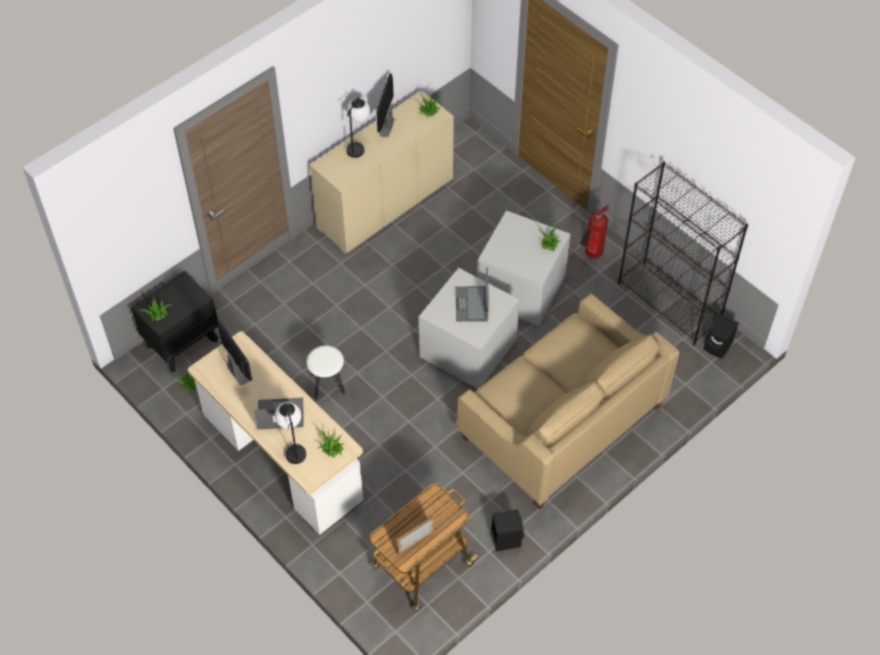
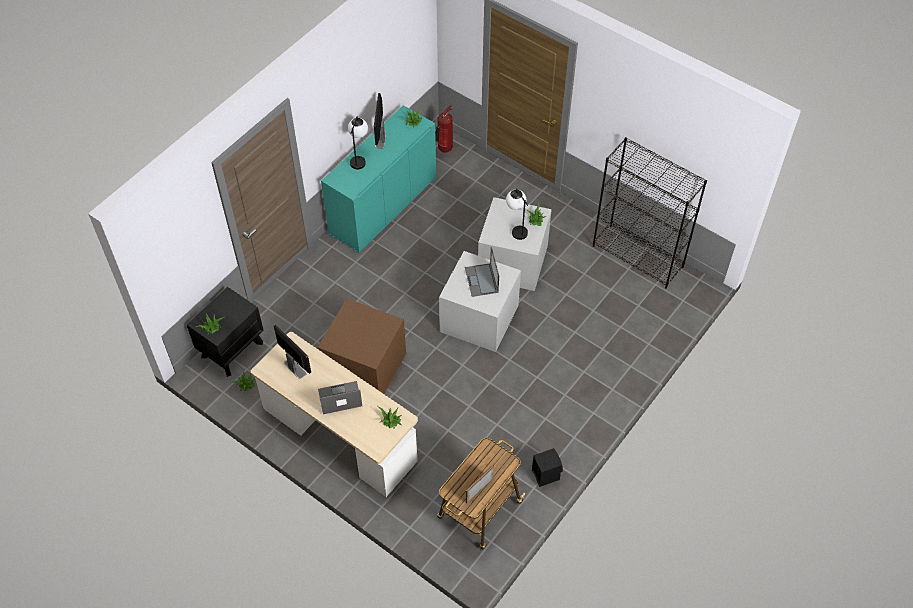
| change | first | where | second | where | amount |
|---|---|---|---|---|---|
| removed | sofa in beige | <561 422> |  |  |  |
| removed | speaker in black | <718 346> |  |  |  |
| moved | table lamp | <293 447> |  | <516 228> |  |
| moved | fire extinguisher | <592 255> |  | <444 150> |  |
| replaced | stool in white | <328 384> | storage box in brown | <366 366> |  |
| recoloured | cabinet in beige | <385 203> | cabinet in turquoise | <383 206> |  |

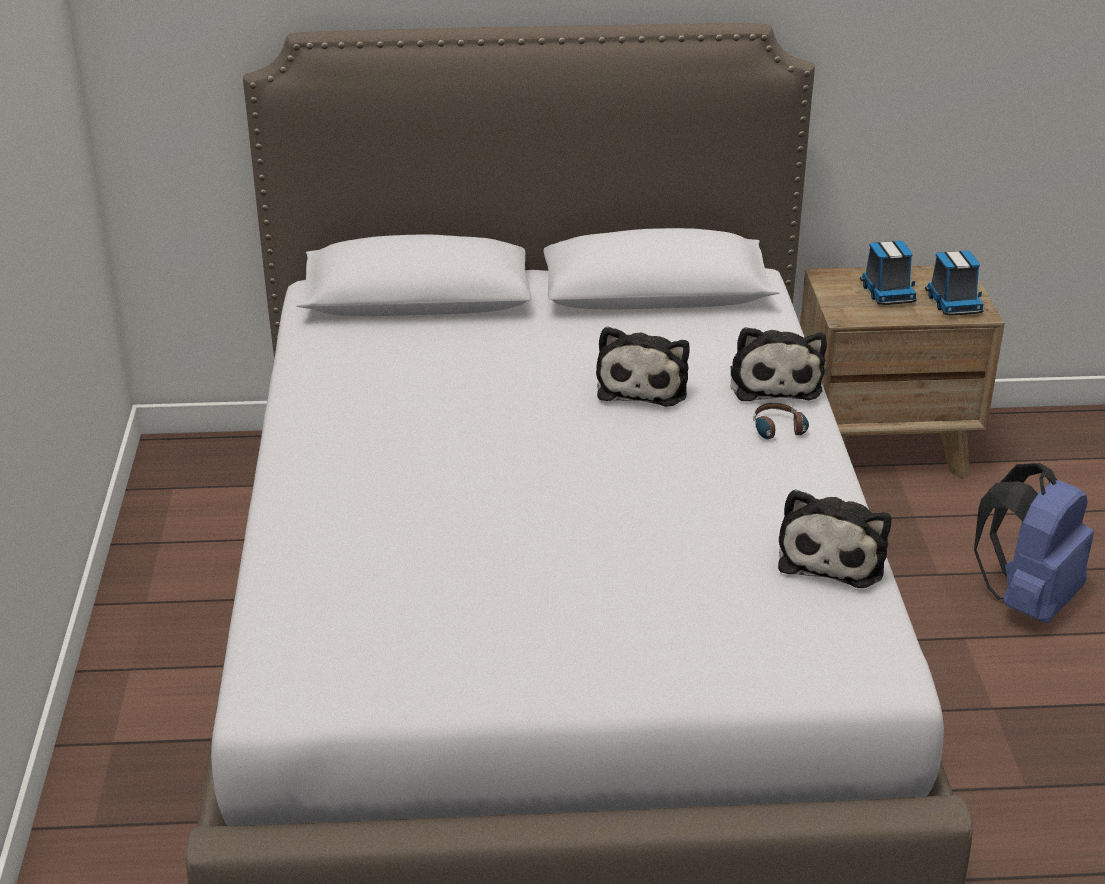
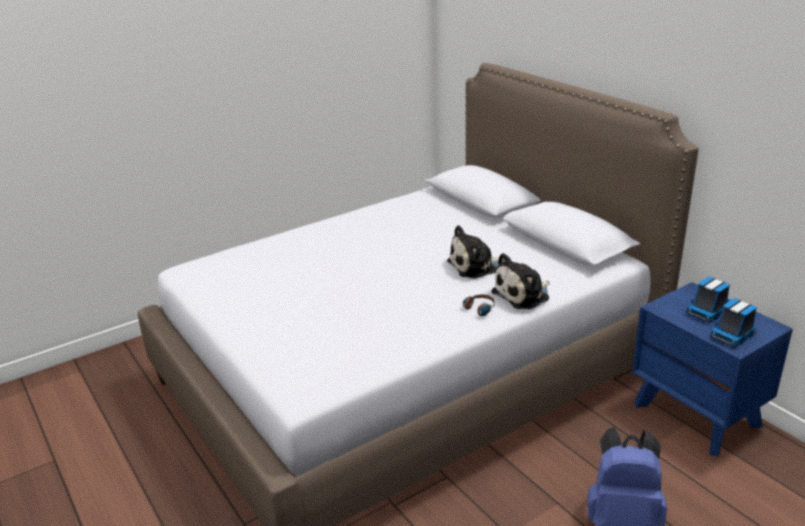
| change | first | where | second | where | amount |
|---|---|---|---|---|---|
| removed | plush toy | <833 555> |  |  |  |
| recoloured | nightstand in brown | <883 448> | nightstand in blue | <697 414> |  |

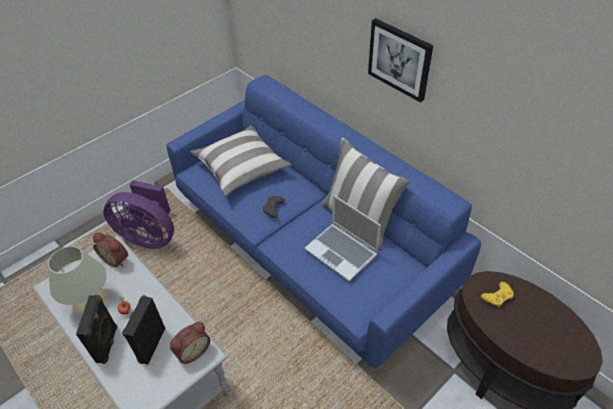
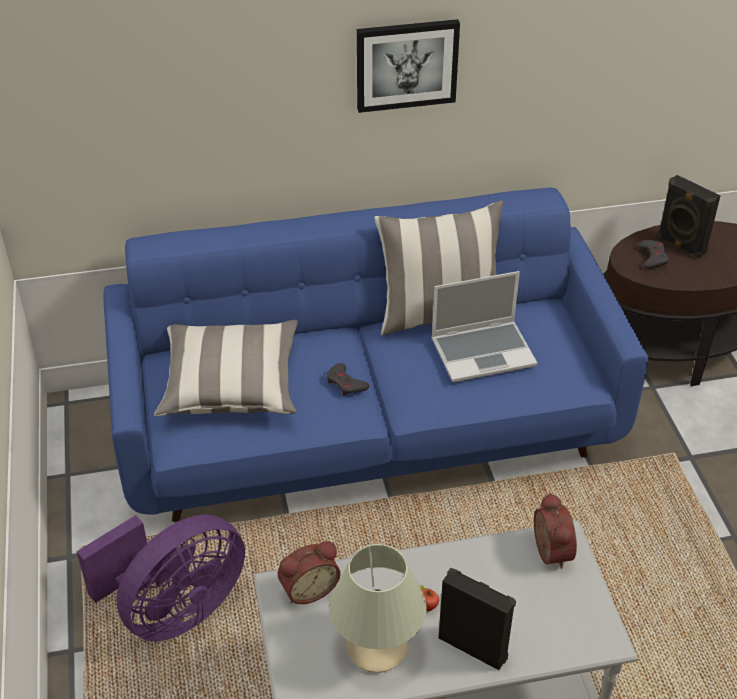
| change | first | where | second | where | amount |
|---|---|---|---|---|---|
| moved | speaker in black | <150 344> |  | <680 246> |  |
| recoloured | game controller in yellow | <497 296> | game controller in grey | <652 257> |  |

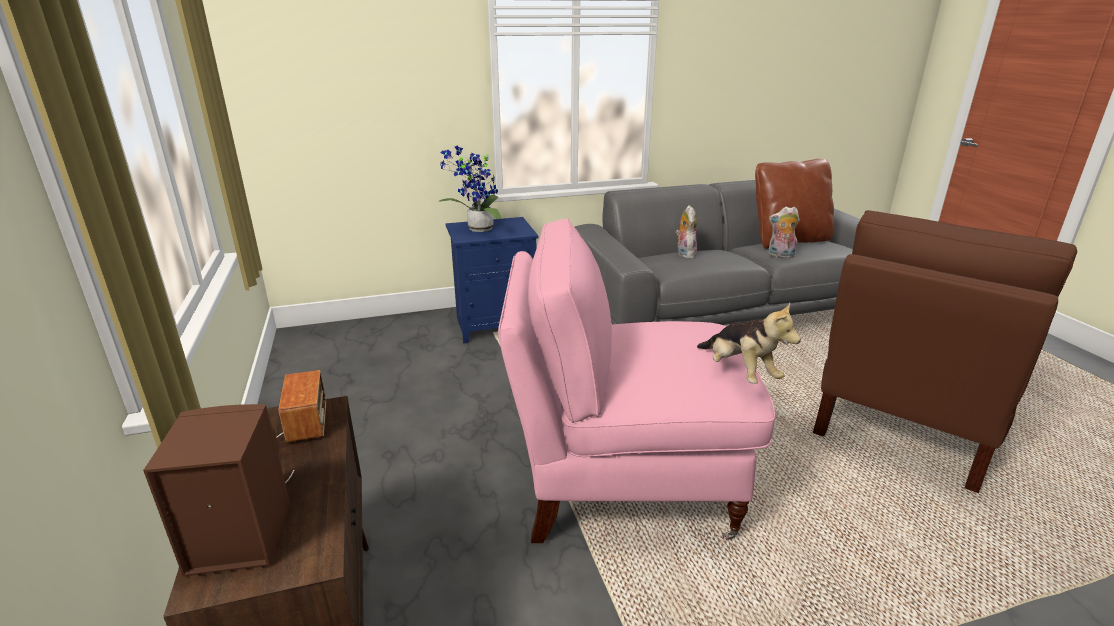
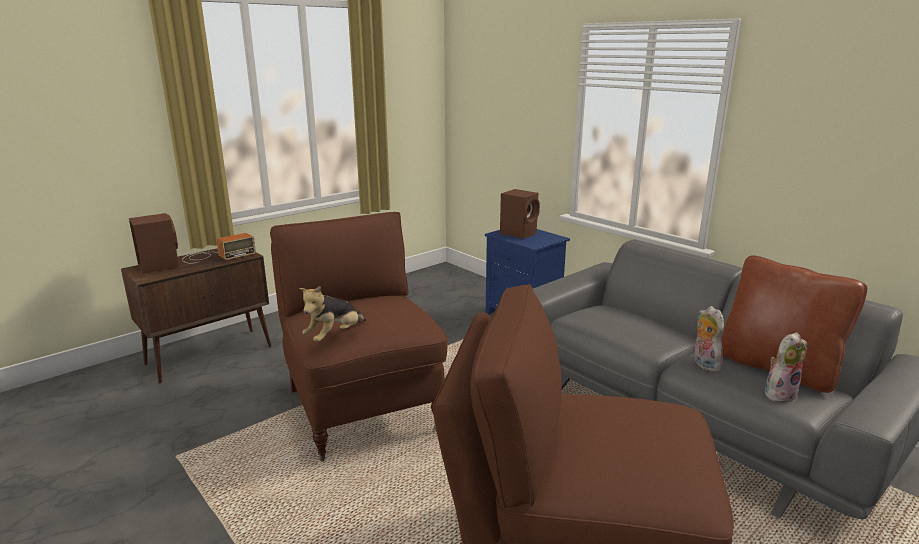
| change | first | where | second | where | amount |
|---|---|---|---|---|---|
| moved | plush toy | <684 254> |  | <779 393> |  |
| replaced | potted plant | <477 230> | speaker in brown | <519 233> |  |
| recoloured | armchair in pink | <622 482> | armchair in brown | <362 407> |  |

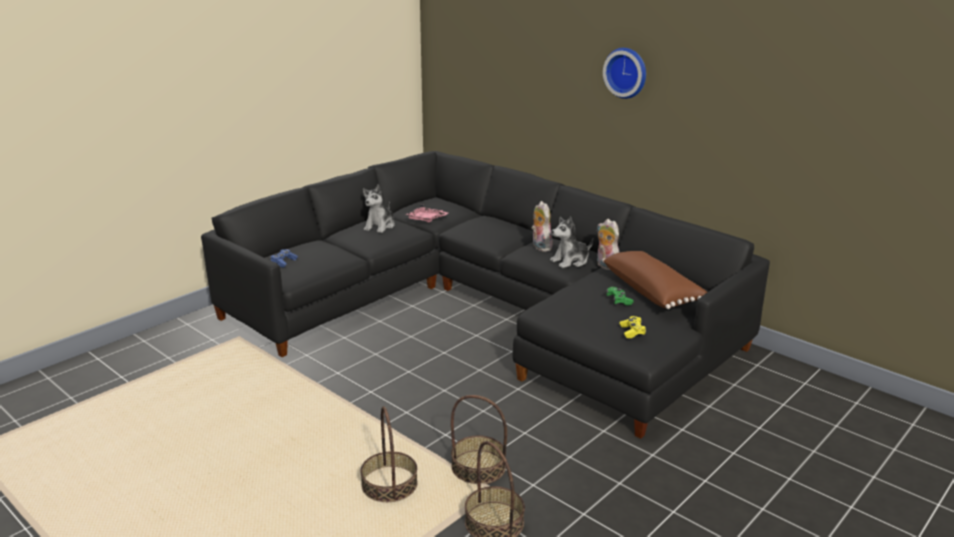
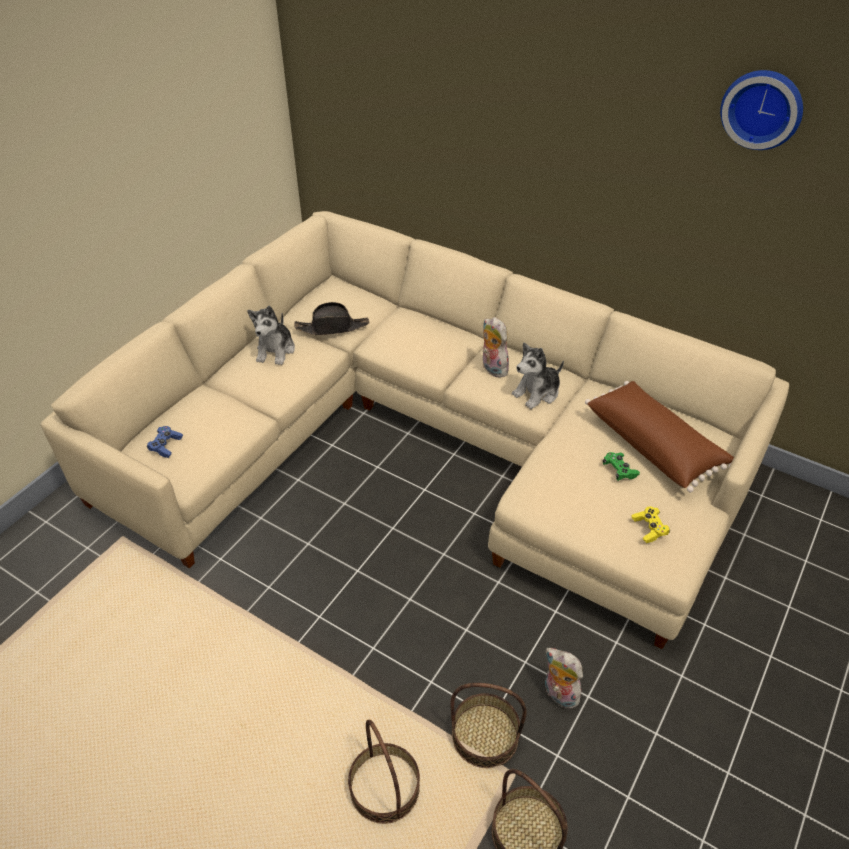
| change | first | where | second | where | amount |
|---|---|---|---|---|---|
| moved | plush toy | <605 266> |  | <558 694> |  |
| moved | wall clock | <626 72> |  | <762 108> |  |
| replaced | tray in pink | <426 219> | hat in black | <332 327> |  |
| recoloured | sofa in black | <487 311> | sofa in beige | <427 442> |  |

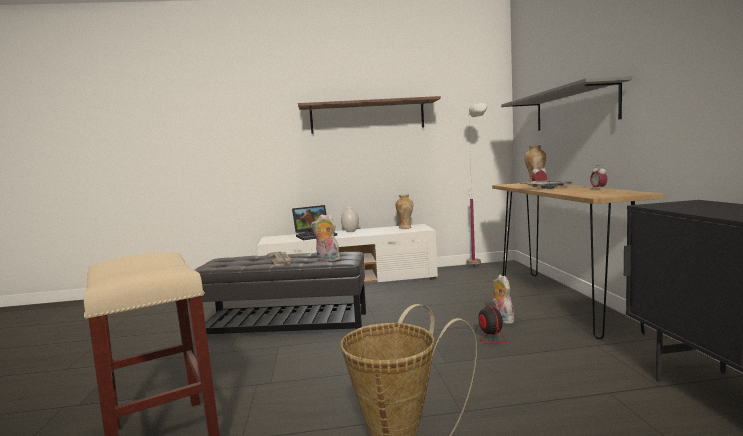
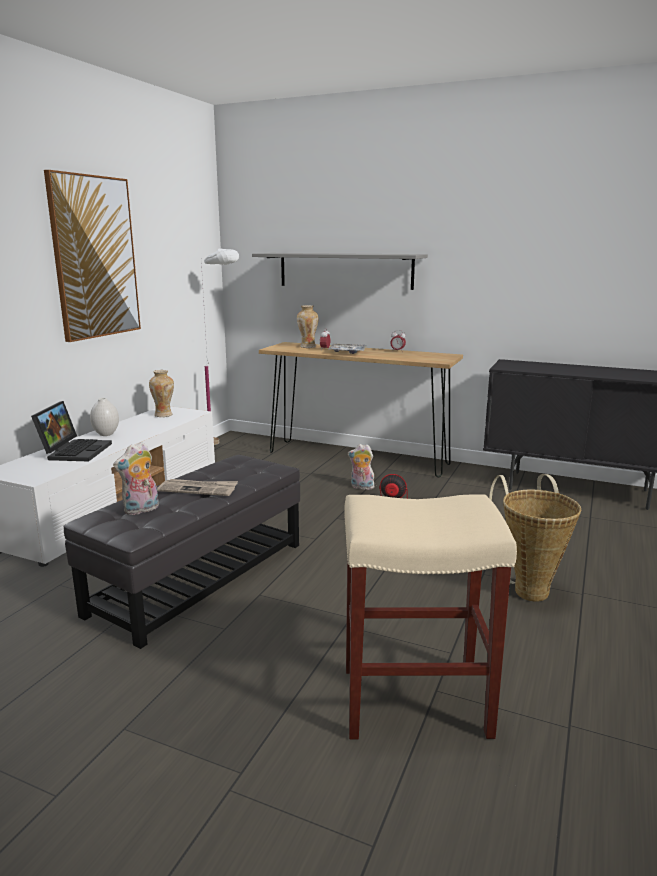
| change | first | where | second | where | amount |
|---|---|---|---|---|---|
| moved | plush toy | <327 260> |  | <141 510> |  |
| replaced | shelf in brown | <367 117> | picture | <94 257> |  |

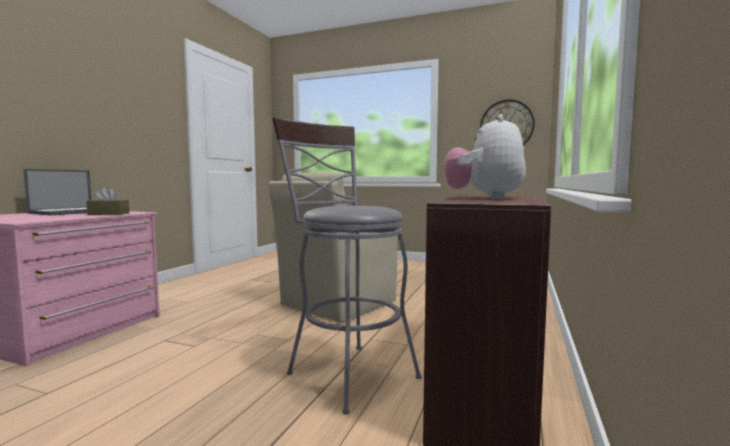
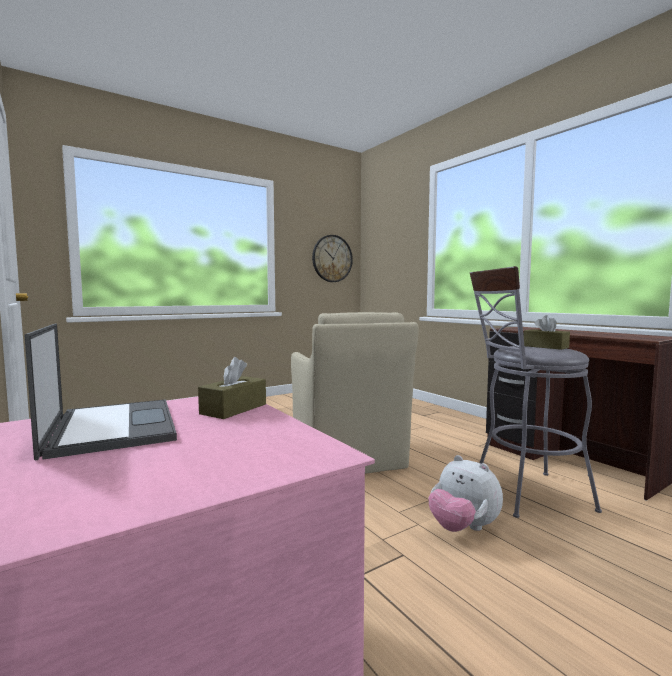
| change | first | where | second | where | amount |
|---|---|---|---|---|---|
| added |  |  | tissue box in brown | <545 347> |  |
| moved | plush toy | <484 198> |  | <463 528> |  |

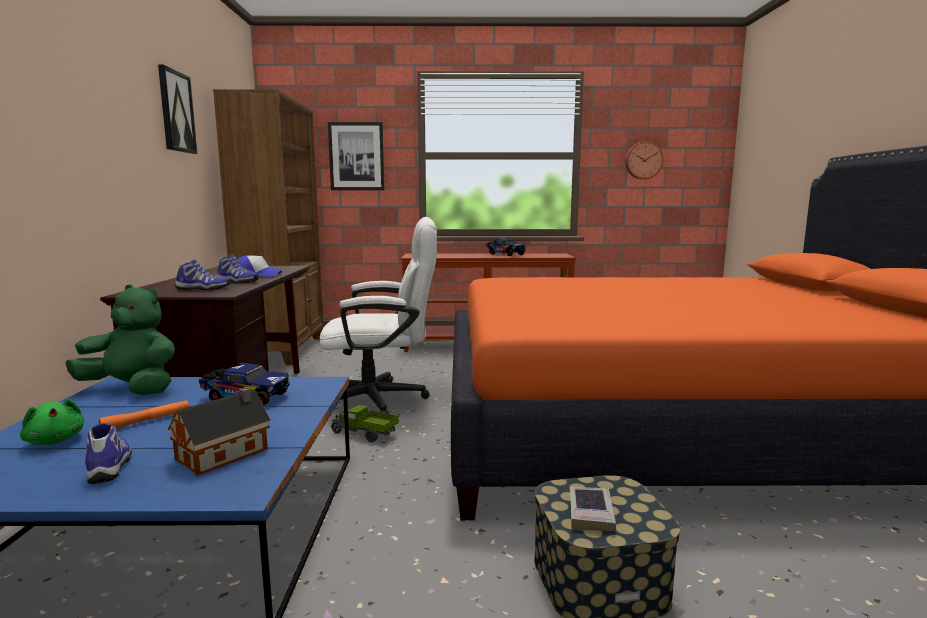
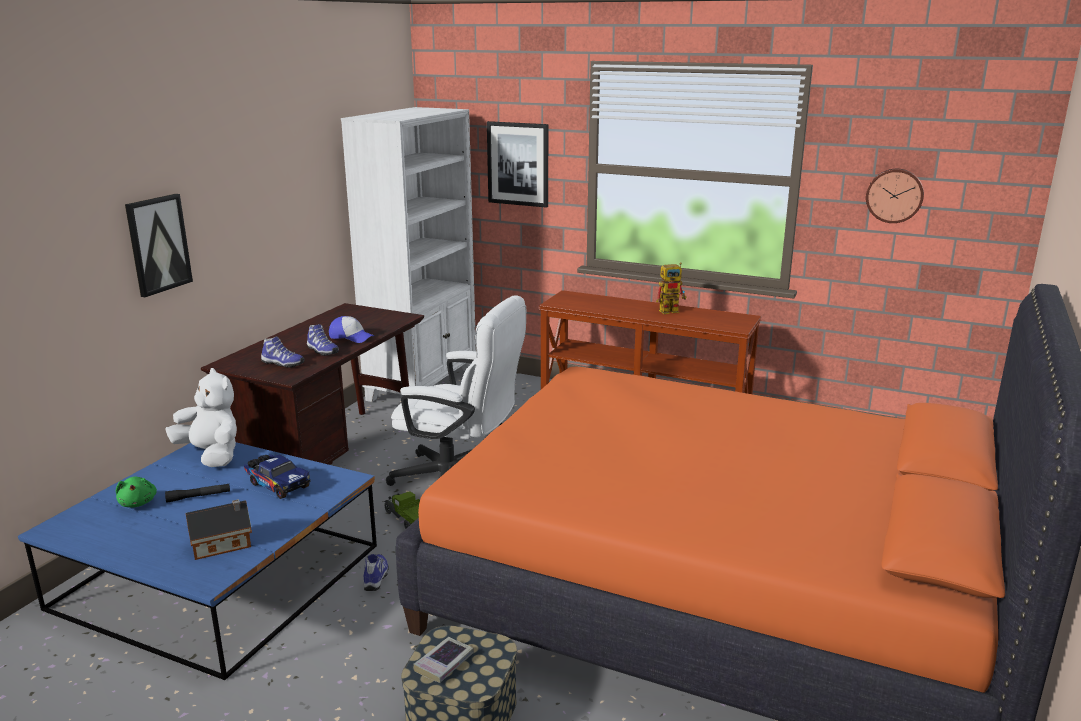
| change | first | where | second | where | amount |
|---|---|---|---|---|---|
| moved | shoe | <111 466> |  | <376 577> |  |
| moved | picture | <176 111> |  | <158 244> |  |
| replaced | toy truck | <504 254> | toy robot | <672 310> |  |
| recoloured | plush toy in green | <132 389> | plush toy in white | <211 455> |  |
| recoloured | flashlight in orange | <146 421> | flashlight in black | <198 497> |  |
| recoloured | bookcase in brown | <285 350> | bookcase in white | <423 384> |  |

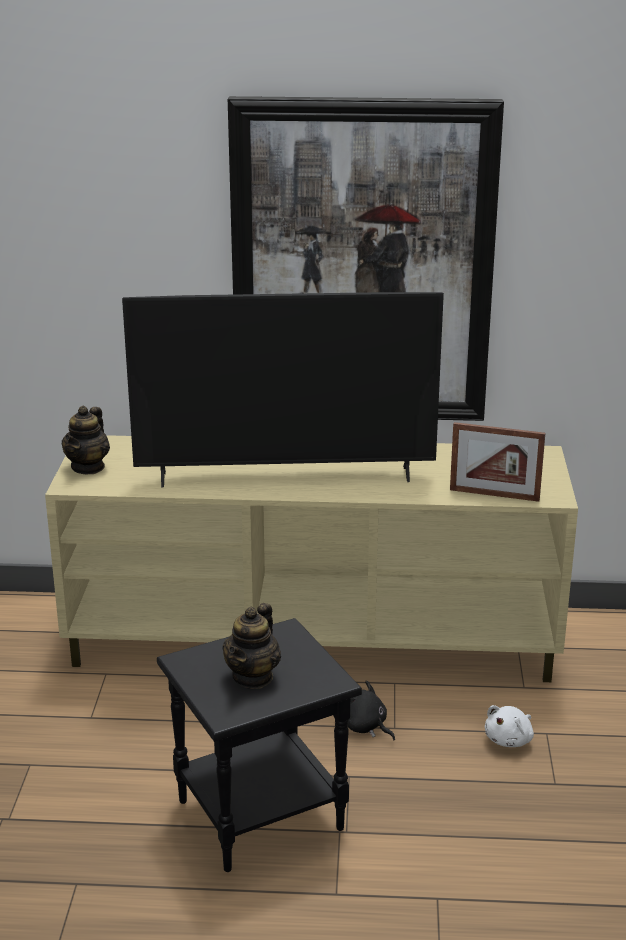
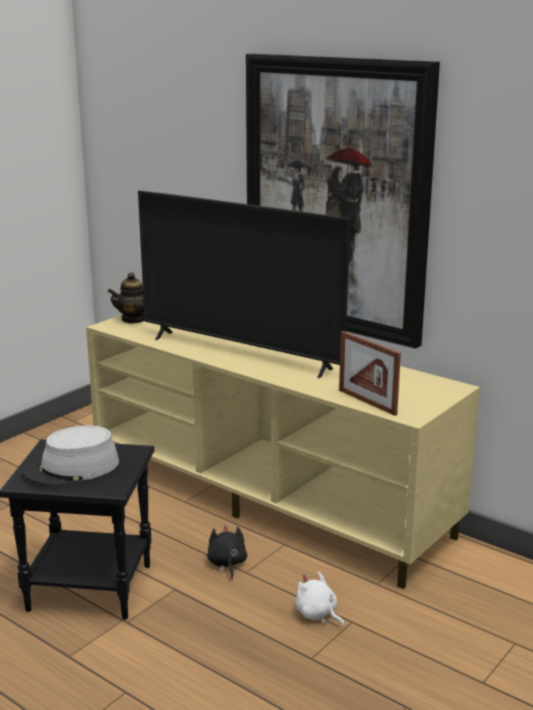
| change | first | where | second | where | amount |
|---|---|---|---|---|---|
| replaced | teapot | <253 677> | hat in grey | <72 468> |  |
| turned | plush toy in white | <510 740> |  | <317 614> | 60 degrees clockwise |

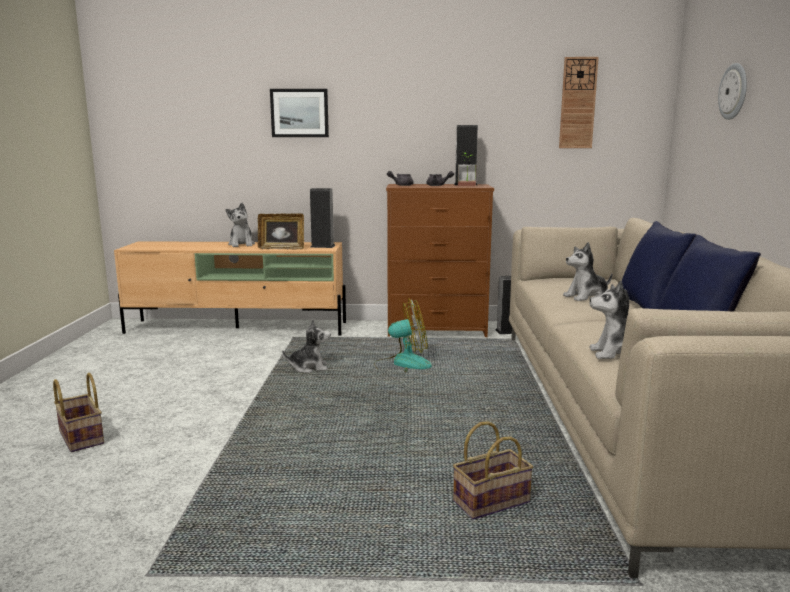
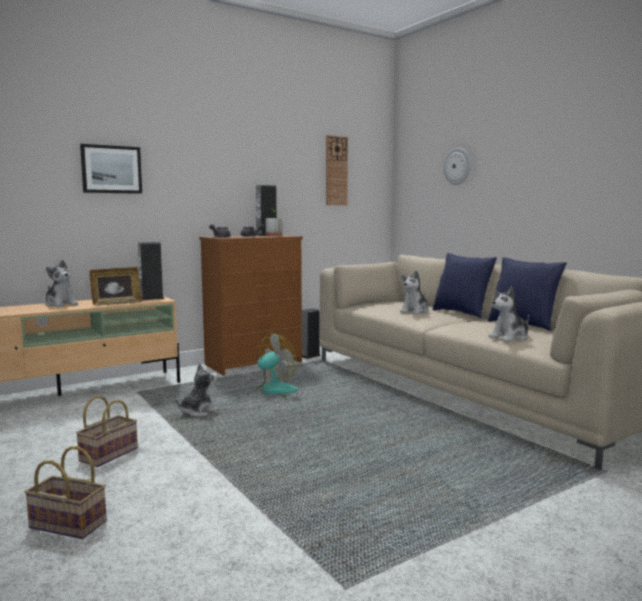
| change | first | where | second | where | amount |
|---|---|---|---|---|---|
| moved | basket | <492 501> |  | <109 454> |  |

